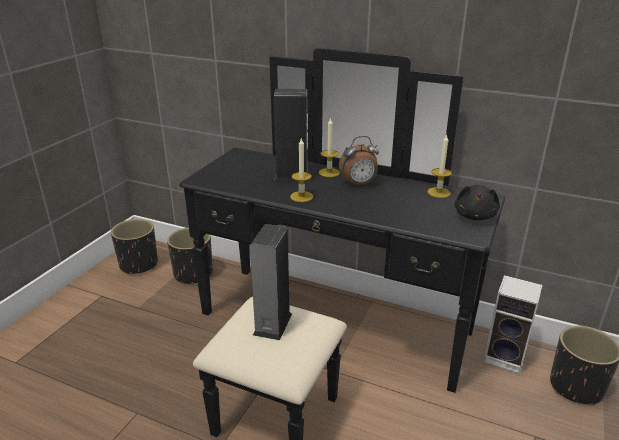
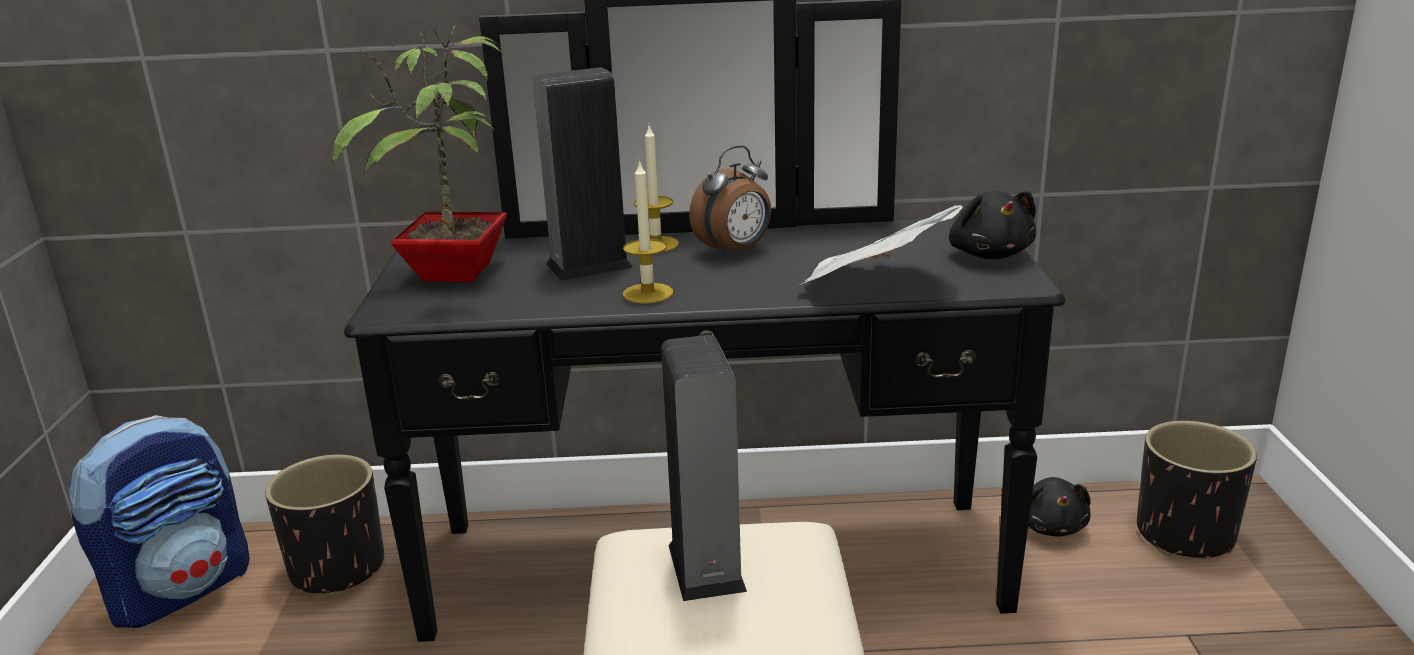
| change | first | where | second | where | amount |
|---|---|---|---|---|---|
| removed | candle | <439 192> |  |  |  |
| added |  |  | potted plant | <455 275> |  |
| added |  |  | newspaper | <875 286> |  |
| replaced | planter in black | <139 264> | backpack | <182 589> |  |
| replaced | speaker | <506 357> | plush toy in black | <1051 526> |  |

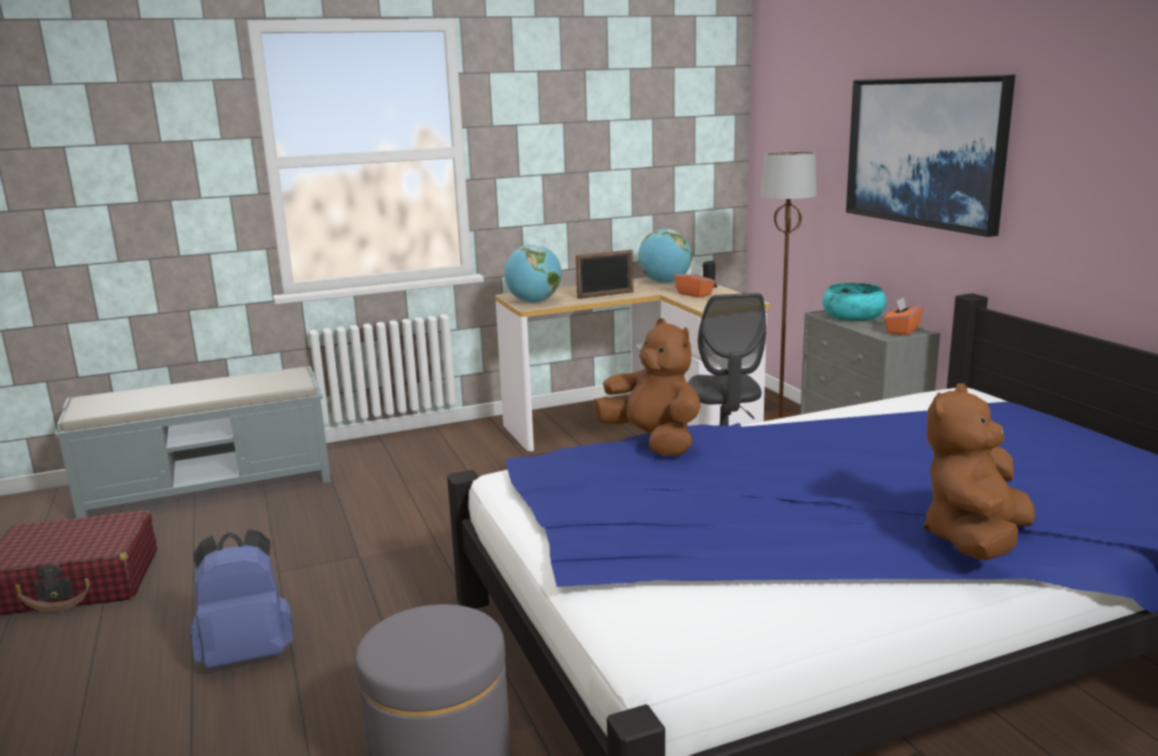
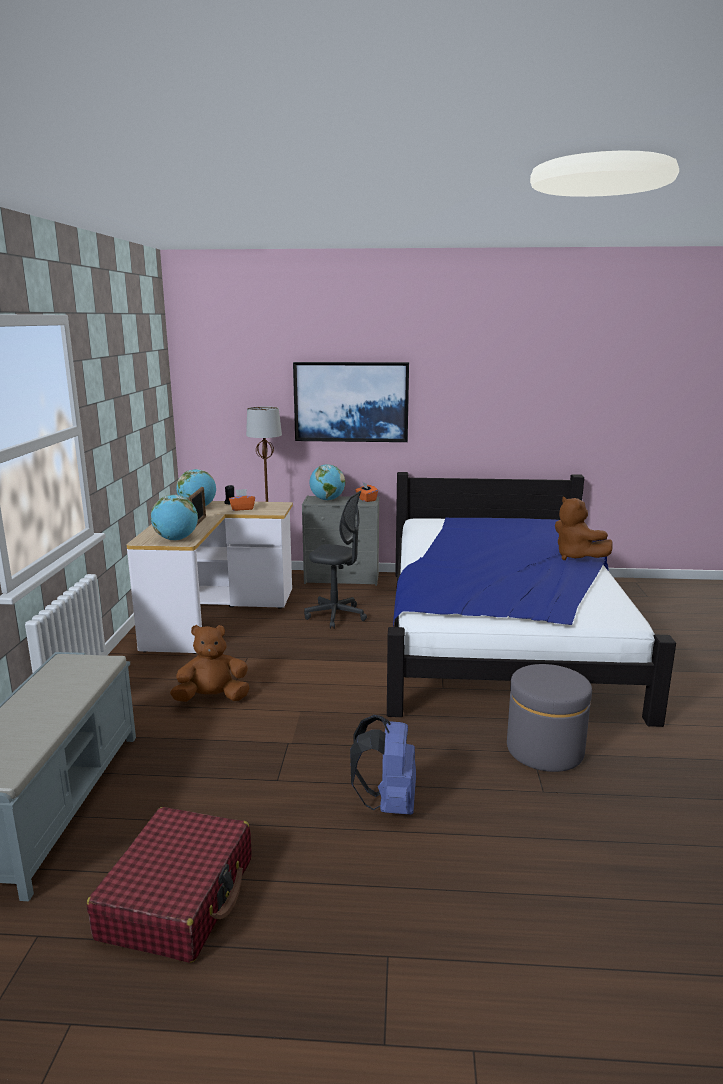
| change | first | where | second | where | amount |
|---|---|---|---|---|---|
| moved | plush toy in brown | <653 442> |  | <212 698> |  |
| replaced | bowl in turquoise | <853 317> | globe | <327 500> |  |

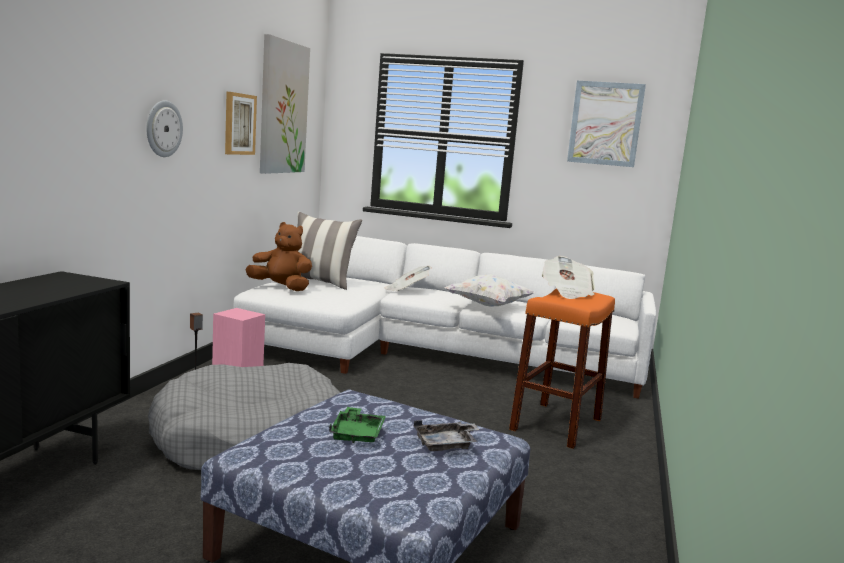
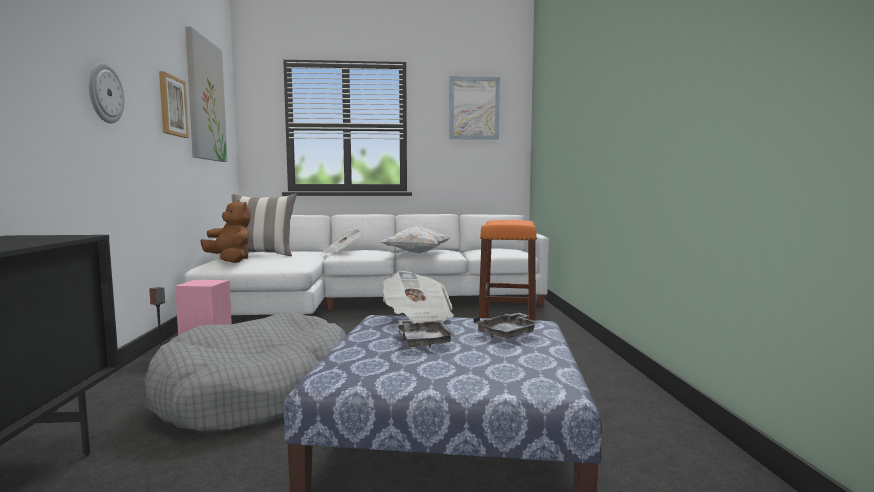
| change | first | where | second | where | amount |
|---|---|---|---|---|---|
| moved | newspaper | <566 293> |  | <418 318> |  |
| recoloured | tray in green | <357 434> | tray in grey | <423 341> |  |
| turned | plush toy in brown | <281 288> |  | <230 261> | 45 degrees clockwise |

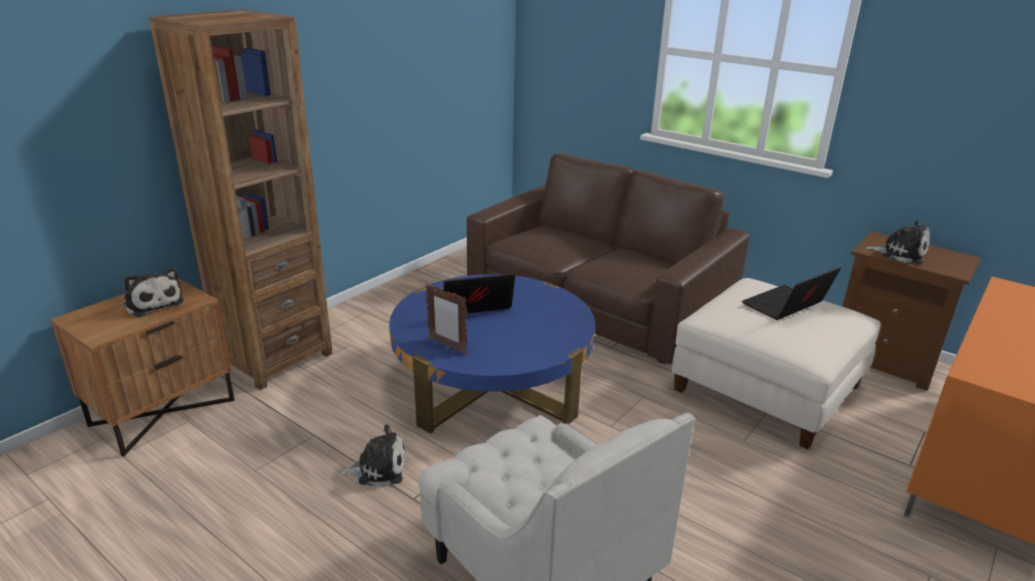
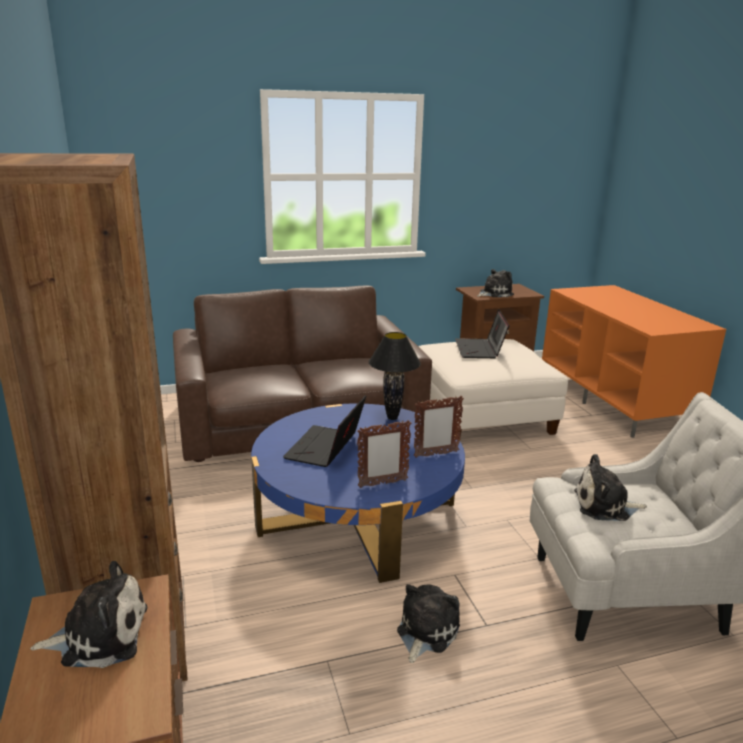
| change | first | where | second | where | amount |
|---|---|---|---|---|---|
| added |  |  | table lamp in black | <392 417> |  |
| added |  |  | picture frame | <435 454> |  |
| added |  |  | plush toy | <605 506> |  |

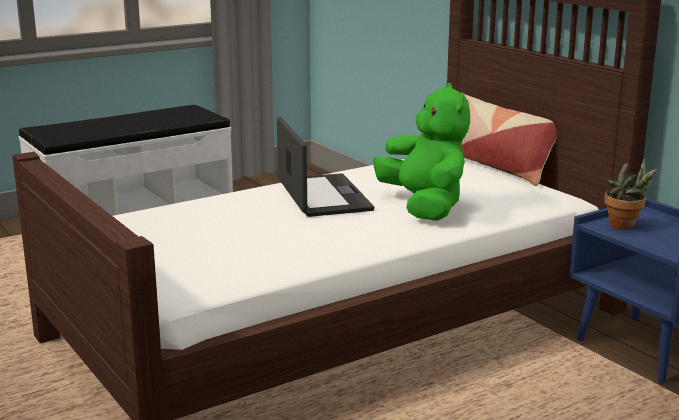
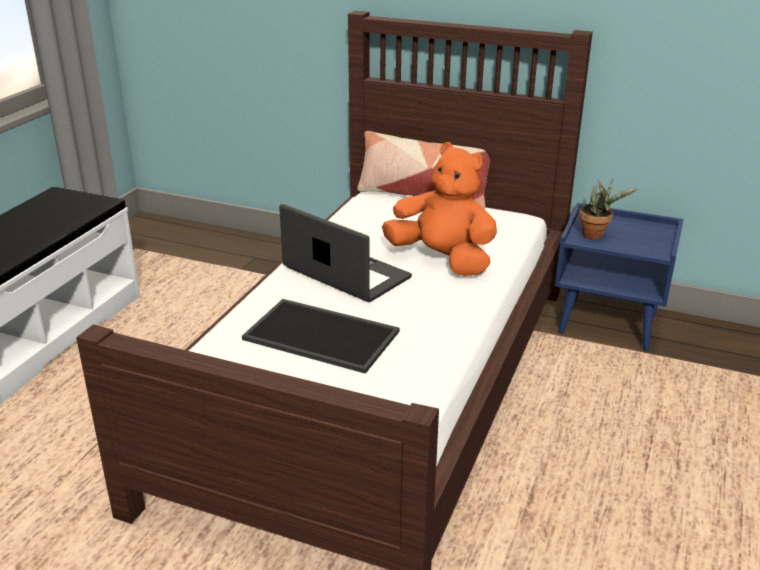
| change | first | where | second | where | amount |
|---|---|---|---|---|---|
| added |  |  | tray | <323 335> |  |
| recoloured | plush toy in green | <424 207> | plush toy in orange | <442 260> |  |

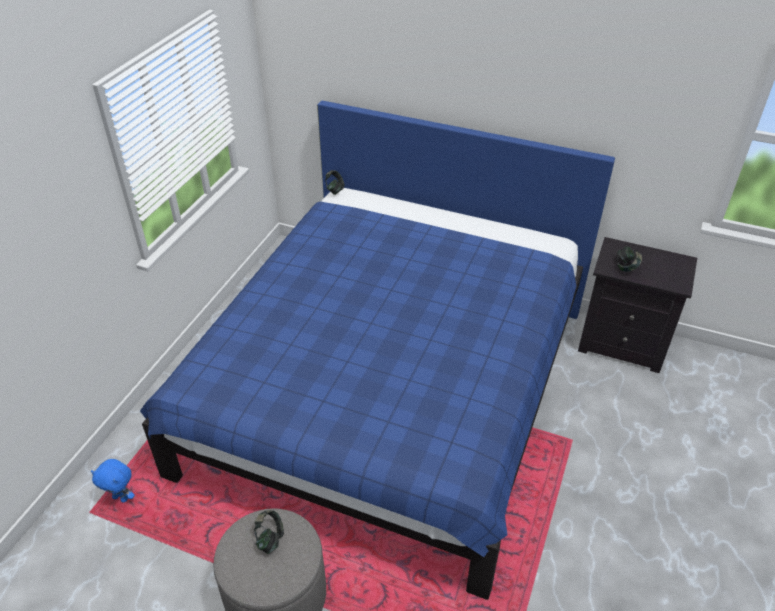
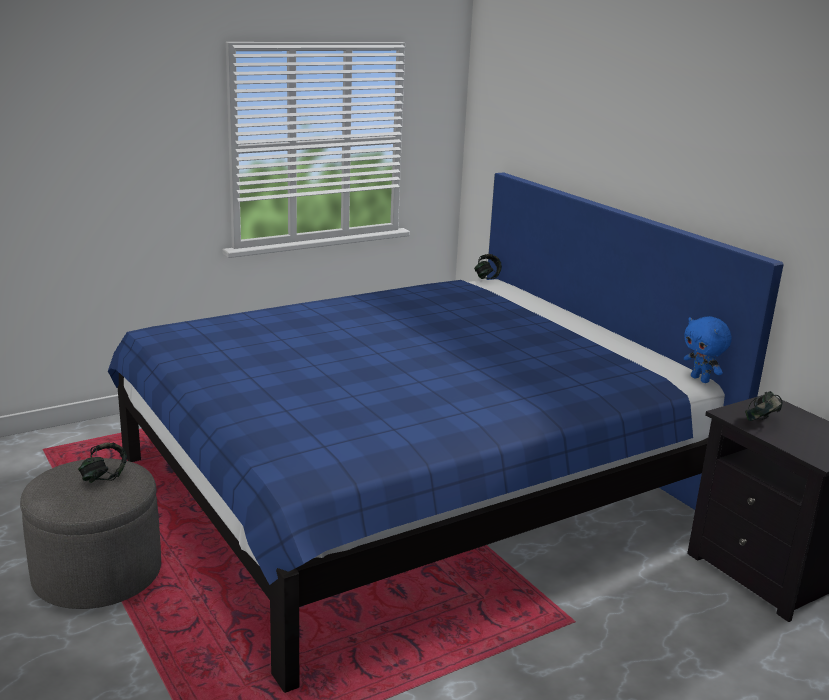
| change | first | where | second | where | amount |
|---|---|---|---|---|---|
| moved | plush toy in blue | <121 497> |  | <700 379> |  |

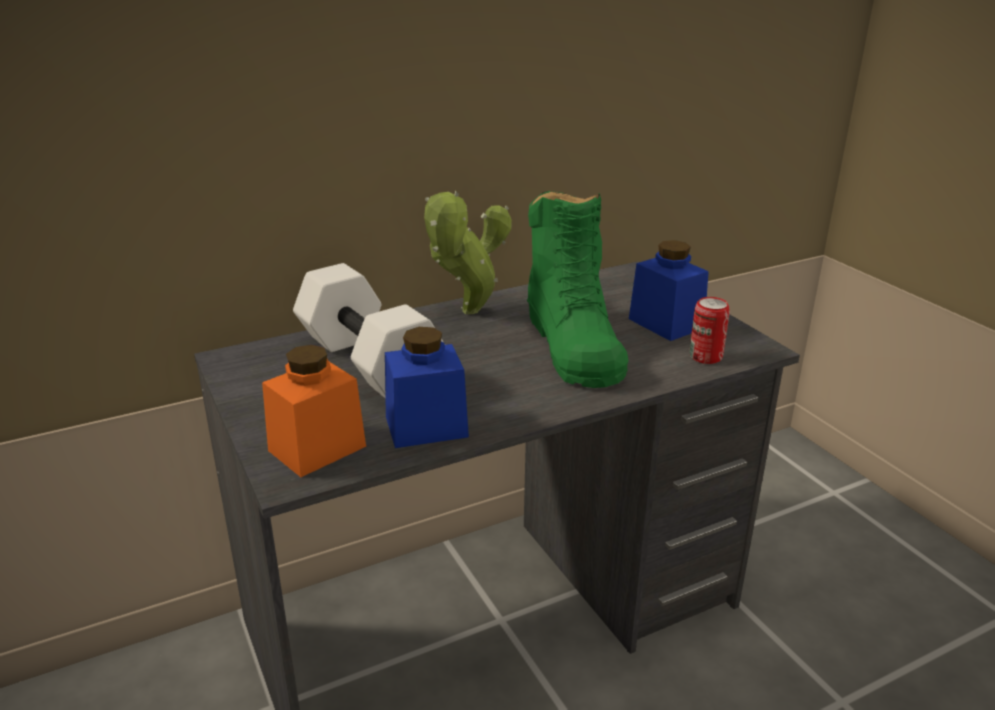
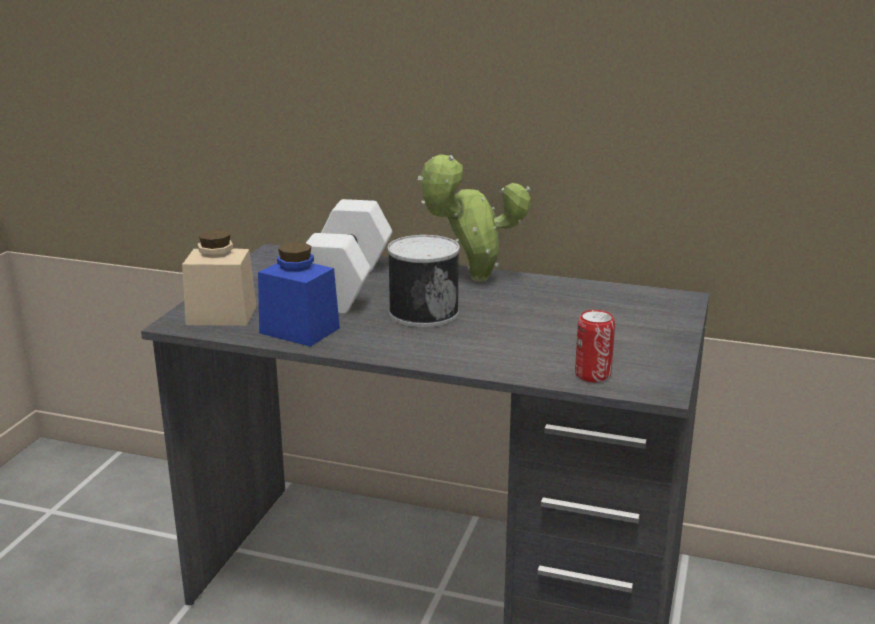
| change | first | where | second | where | amount |
|---|---|---|---|---|---|
| removed | boot in green | <573 344> |  |  |  |
| removed | jar in blue | <666 323> |  |  |  |
| added |  |  | can | <423 312> |  |
| recoloured | jar in orange | <317 448> | jar in beige | <221 315> |  |

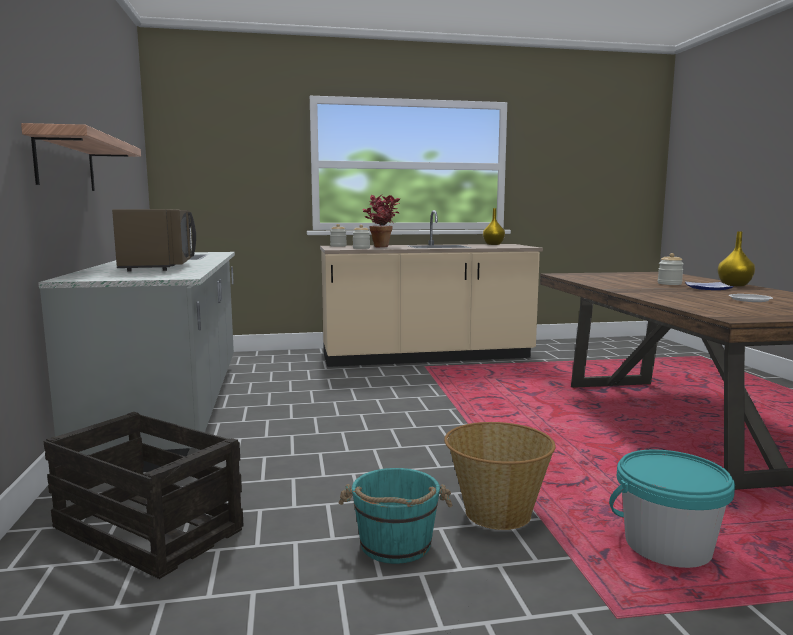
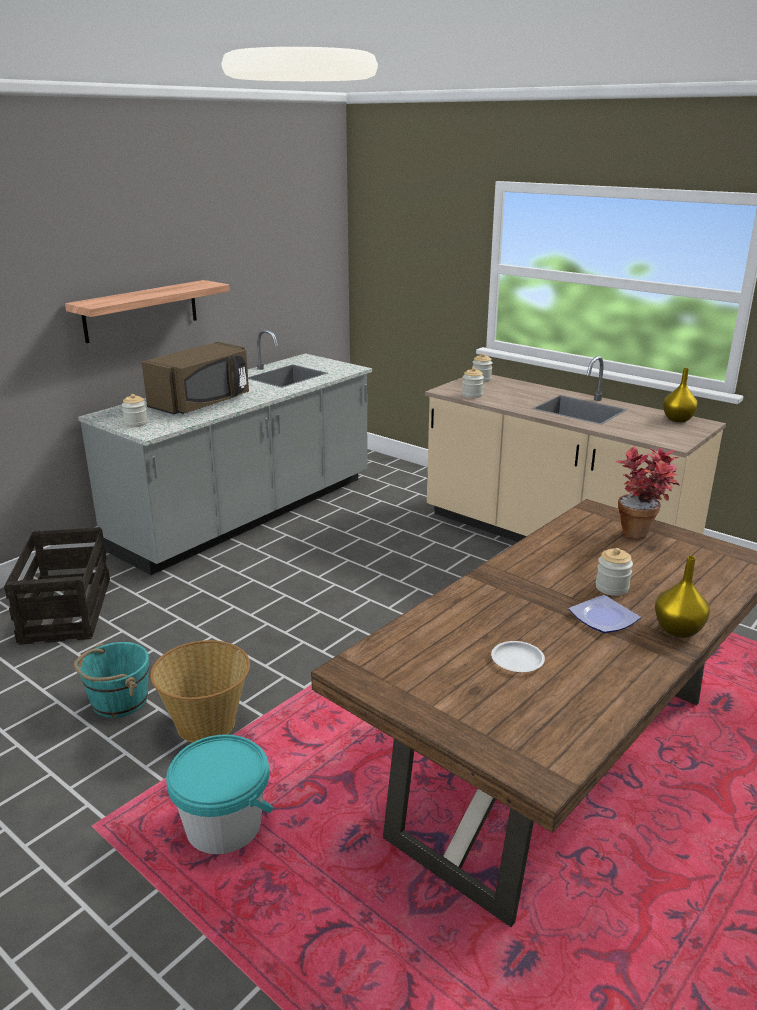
| change | first | where | second | where | amount |
|---|---|---|---|---|---|
| added |  |  | jar | <136 423> |  |
| moved | potted plant | <382 246> |  | <641 532> |  |

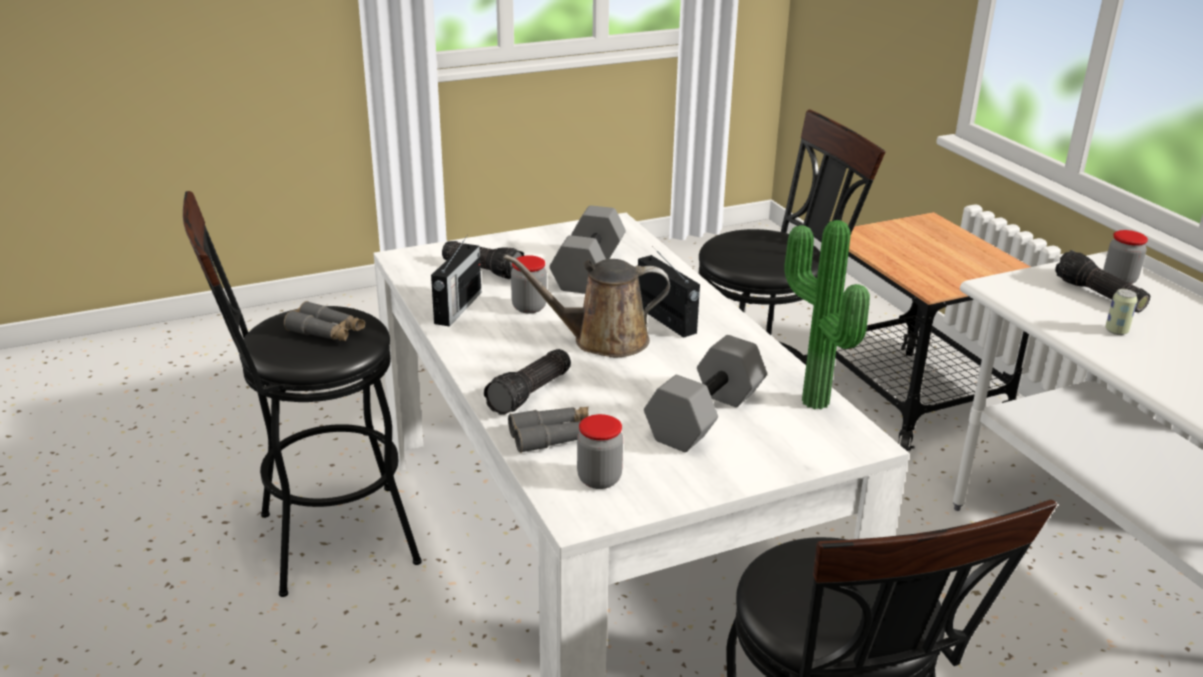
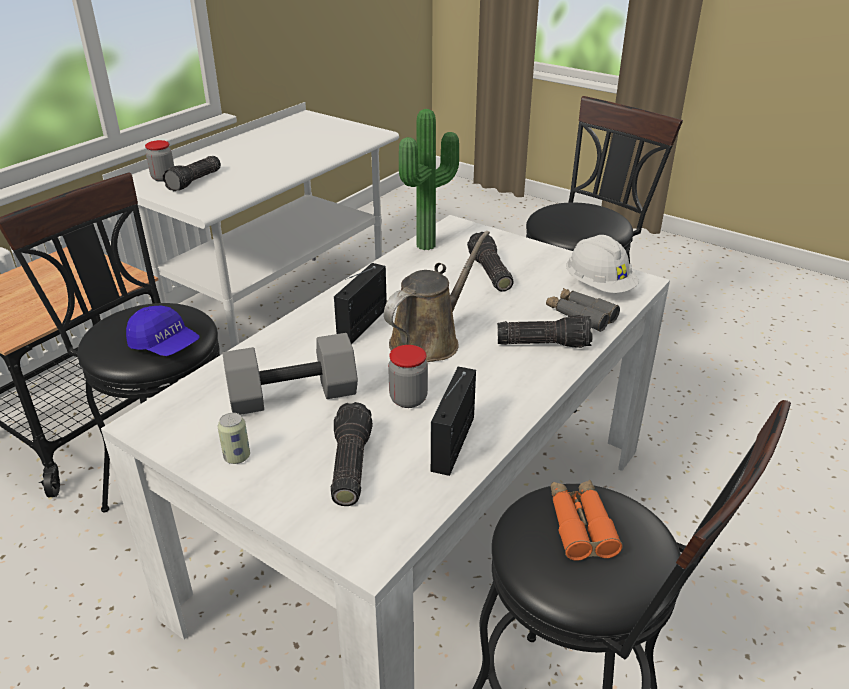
| change | first | where | second | where | amount |
|---|---|---|---|---|---|
| added |  |  | cap in blue | <165 345> |  |
| moved | can | <1116 331> |  | <237 457> |  |
| replaced | jar | <599 479> | hard hat in white | <599 286> |  |
| replaced | dumbbell in grey | <706 418> | flashlight | <489 272> |  |
| recoloured | binoculars in grey | <326 332> | binoculars in orange | <580 525> |  |
| turned | radio | <457 308> |  | <454 442> | 60 degrees counterclockwise |
| turned | watering can in brown | <603 340> |  | <429 340> | 105 degrees counterclockwise |

